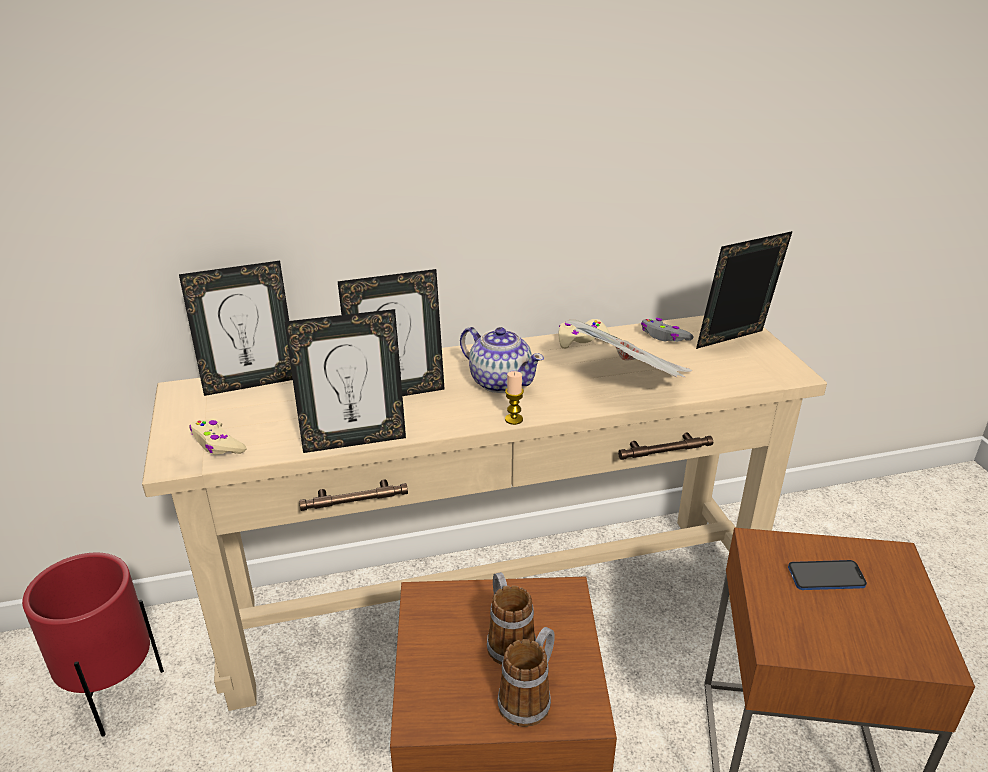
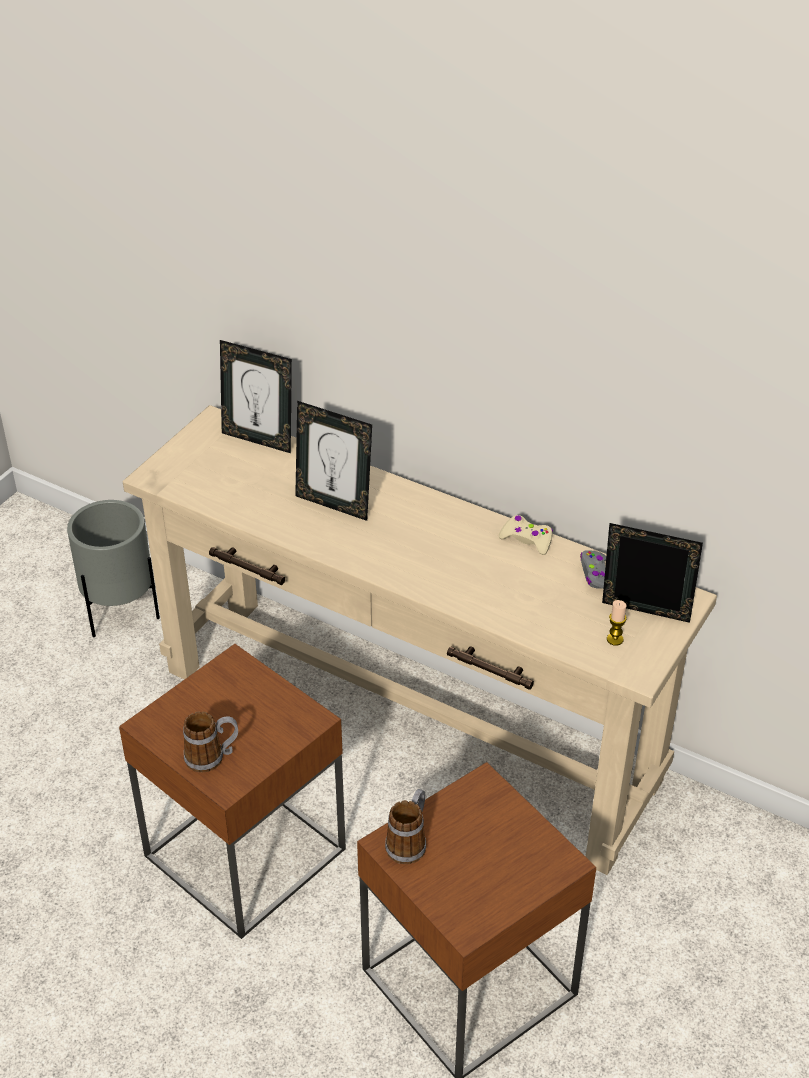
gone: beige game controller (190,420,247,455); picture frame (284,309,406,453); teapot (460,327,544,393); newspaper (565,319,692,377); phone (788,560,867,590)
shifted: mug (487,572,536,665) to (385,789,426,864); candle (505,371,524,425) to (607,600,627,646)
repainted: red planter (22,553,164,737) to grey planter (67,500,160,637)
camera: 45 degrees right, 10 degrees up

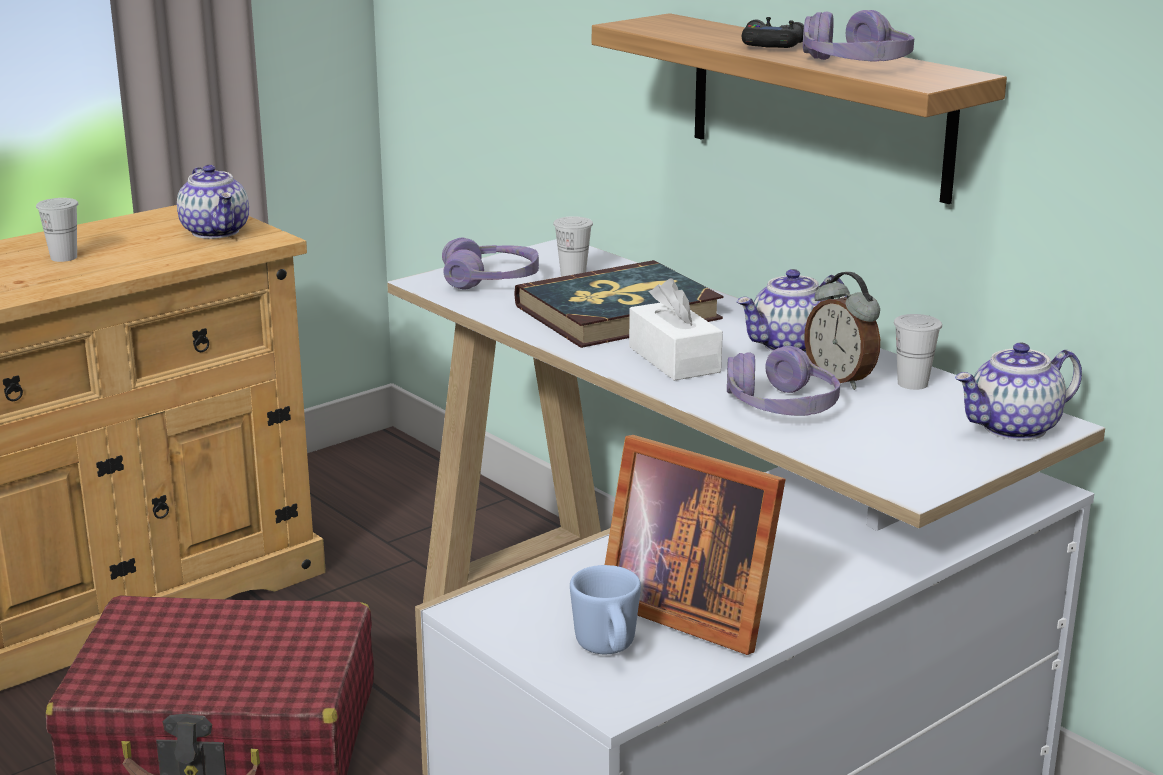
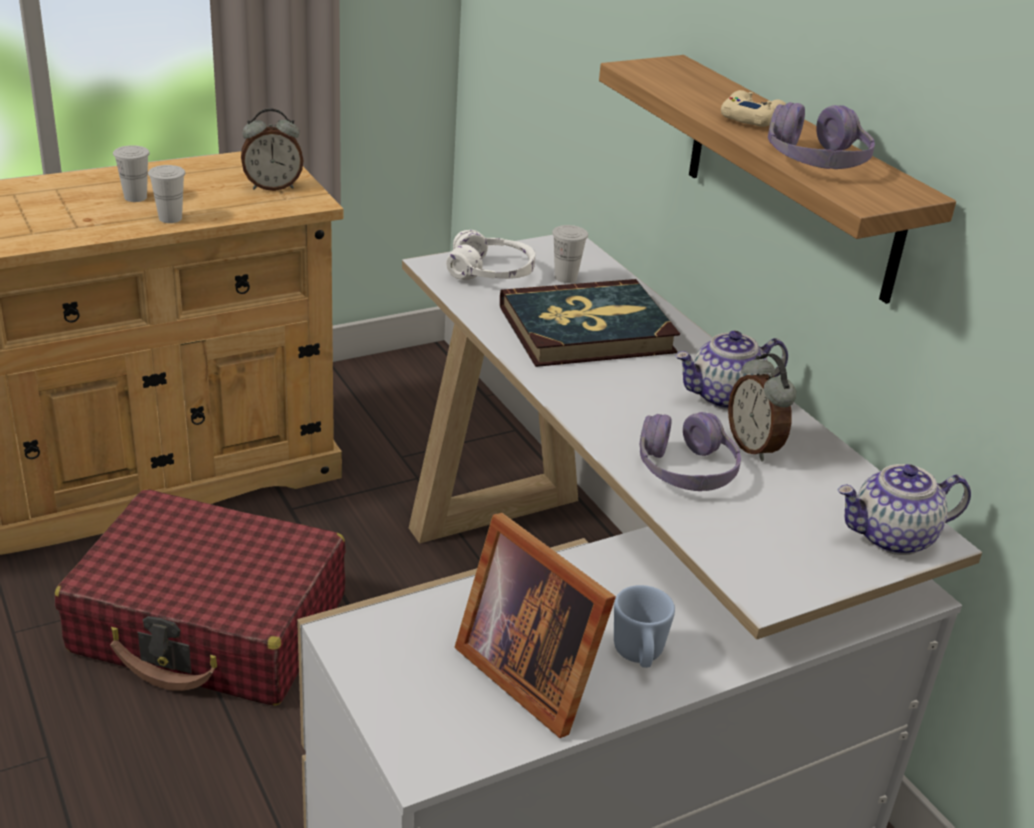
gone: white tissue box (629,279,723,381)
shifted: white cup (894,314,942,390) to (148,165,185,223); blue mug (570,565,641,654) to (614,585,675,668)
swapped: teapot (177,165,249,239) to alarm clock (241,108,304,191)
repainted: purple headphones (442,238,539,289) to white headphones (446,230,535,280); black game controller (742,17,804,48) to beige game controller (721,90,786,127)
camera: 10 degrees right, 10 degrees up

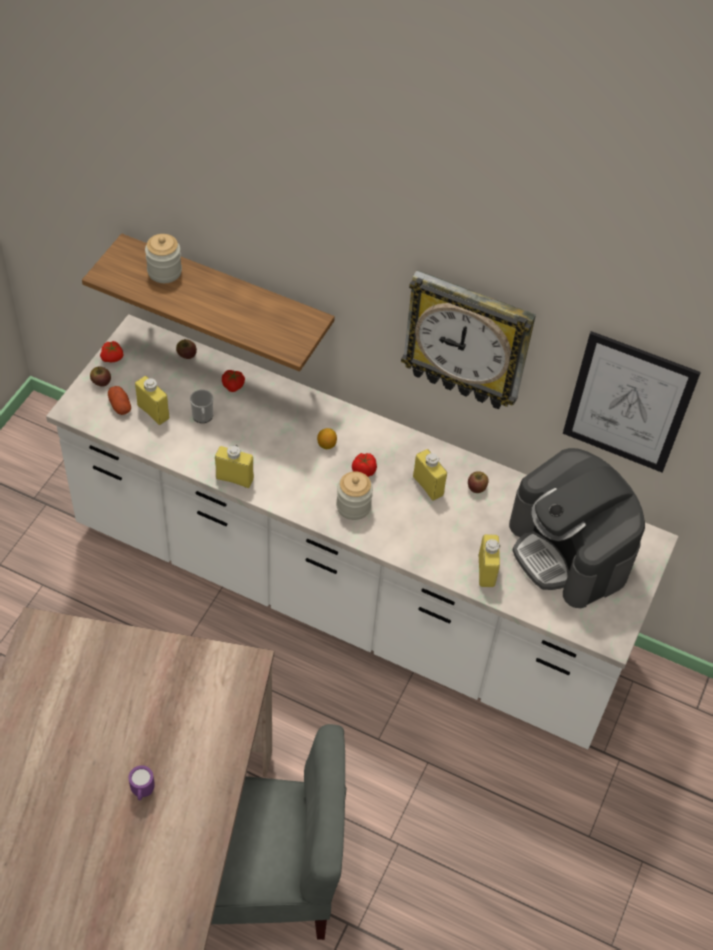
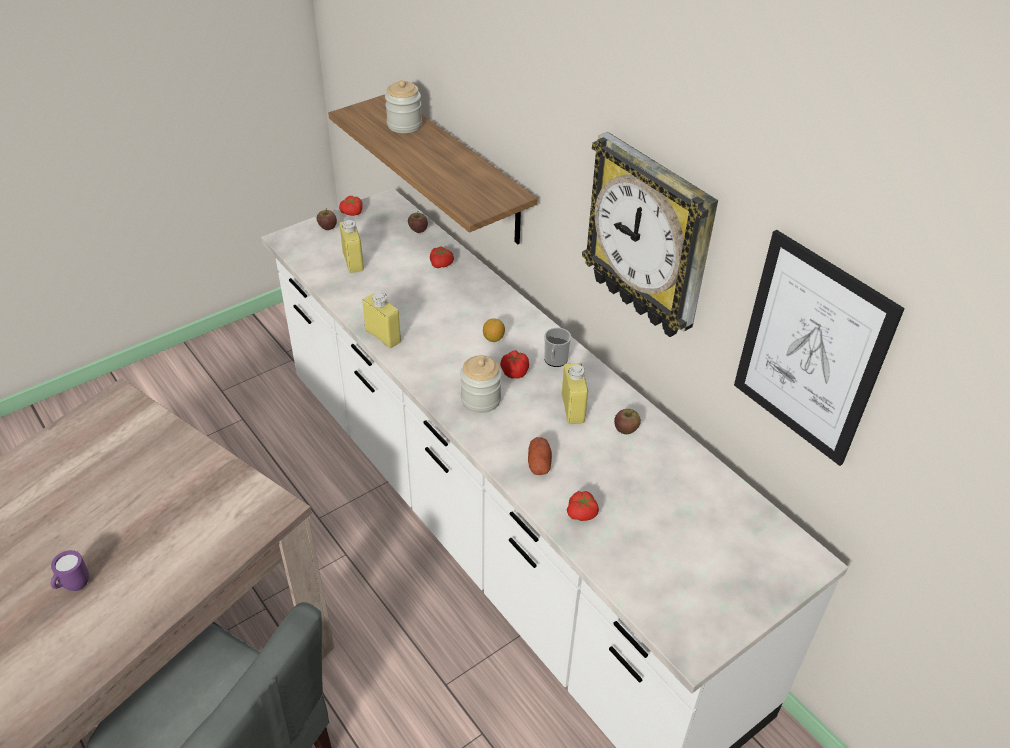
gone: coffee machine (509,448,645,608)
shifted: potato (108,386,131,415) to (528,437,552,475); mug (190,390,213,423) to (544,328,571,367)
swapped: yellow bottle (479,534,500,587) to tomato (567,491,599,521)
camera: 30 degrees right, 10 degrees down

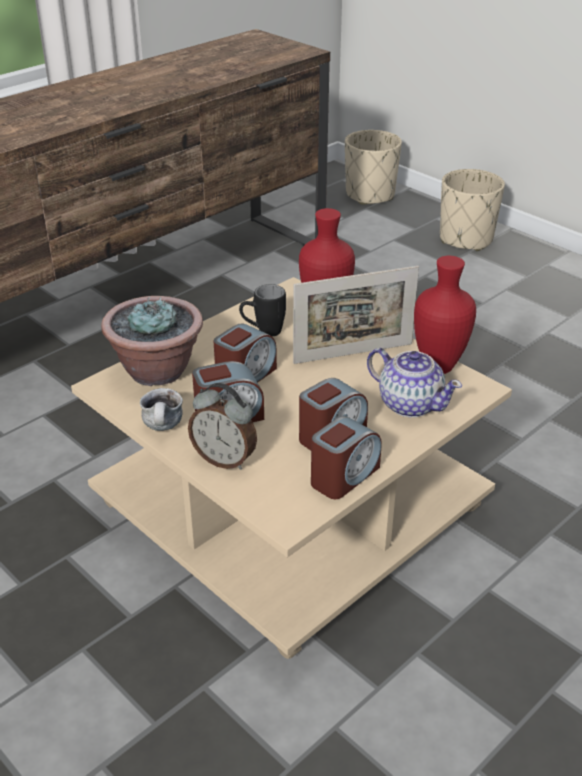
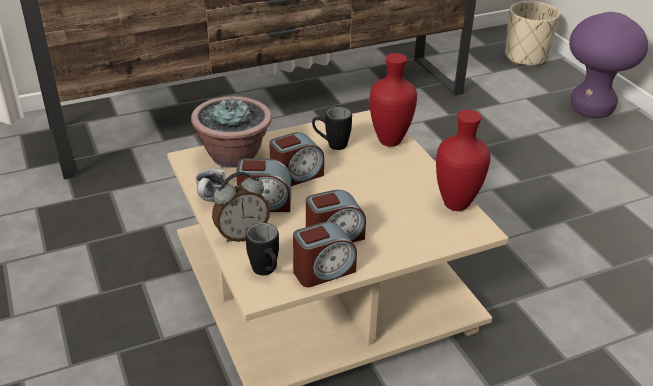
gone: picture frame (293,266,419,364); teapot (367,348,462,417)
new: black mug (246,223,279,275)
swapped: beige planter (440,169,505,251) to purple stool (569,12,648,118)
rotated: alarm clock (188,383,257,470) = (212,172,270,242) 75 degrees counterclockwise
camera: 20 degrees right, 0 degrees up

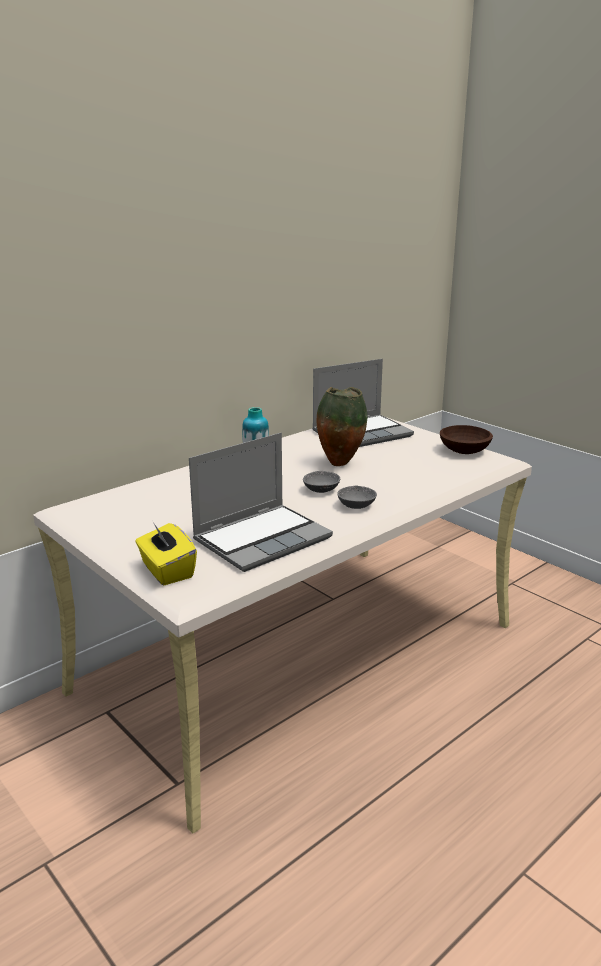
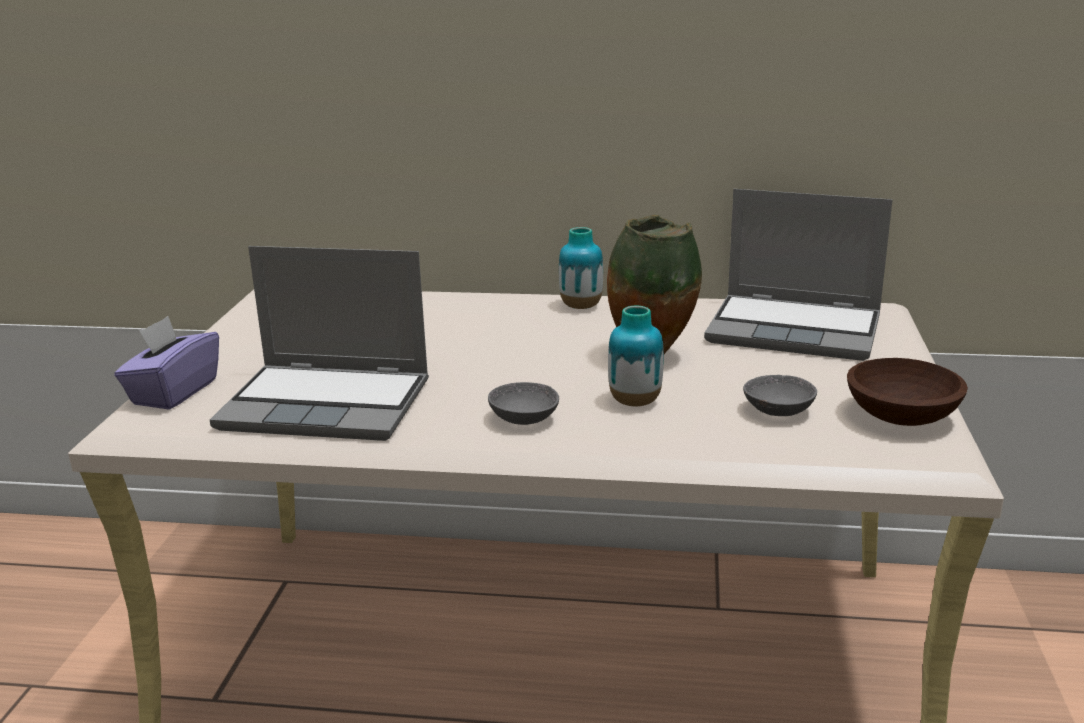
new: vase (608,306,664,406)
shifted: grey bowl (303,471,340,493) to (743,375,817,416)
repainted: yellow tissue box (135,522,197,585) to purple tissue box (114,316,219,410)
camera: 50 degrees right, 0 degrees up

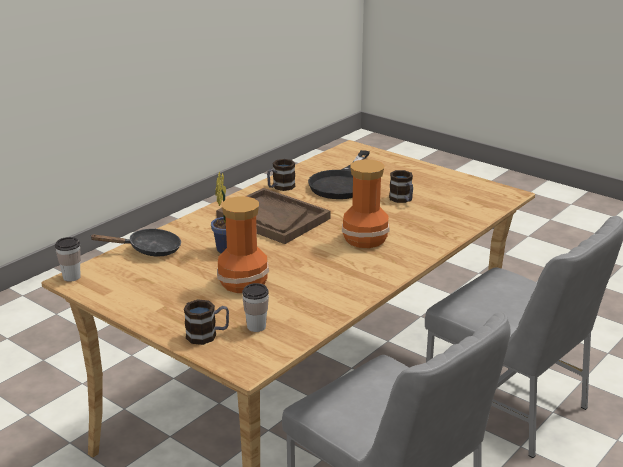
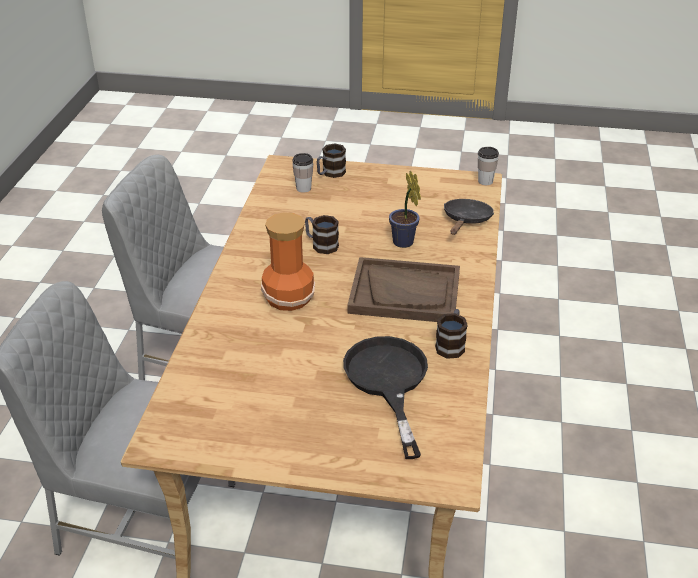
gone: vase (217,196,269,293)
shifted: mug (389,170,413,203) to (305,215,339,254)
rotated: black frying pan (89,228,181,256) = (444,199,494,235) 150 degrees clockwise
camera: 150 degrees right, 10 degrees up

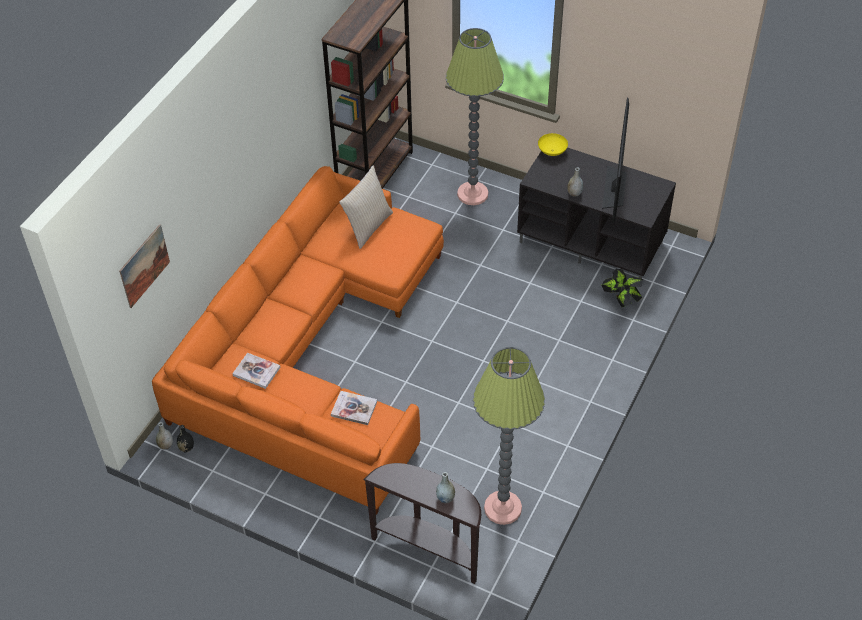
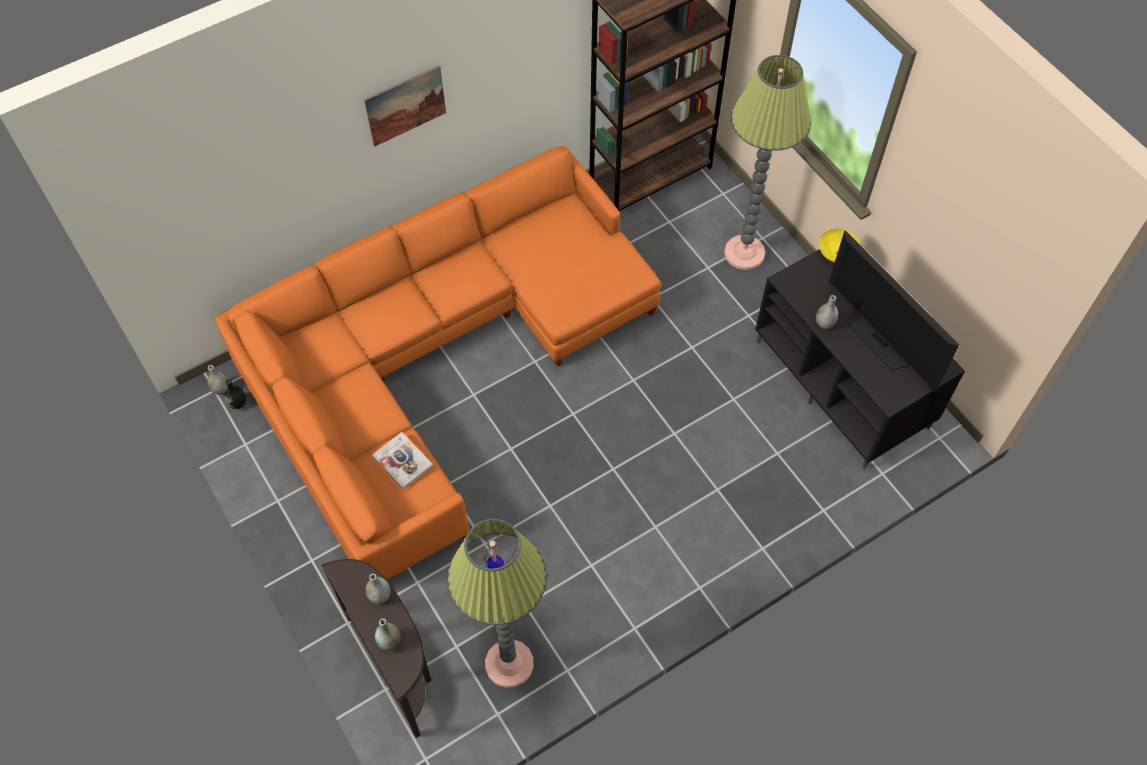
gone: book (232,353,280,389); beige pillow (339,166,393,249); potted plant (602,269,643,307)
new: grey vase (365,574,391,604)
shifted: picture (119,224,170,308) to (364,65,446,147)
rotated: television (602,98,629,223) = (829,230,959,393) 105 degrees clockwise
camera: 30 degrees right, 10 degrees up

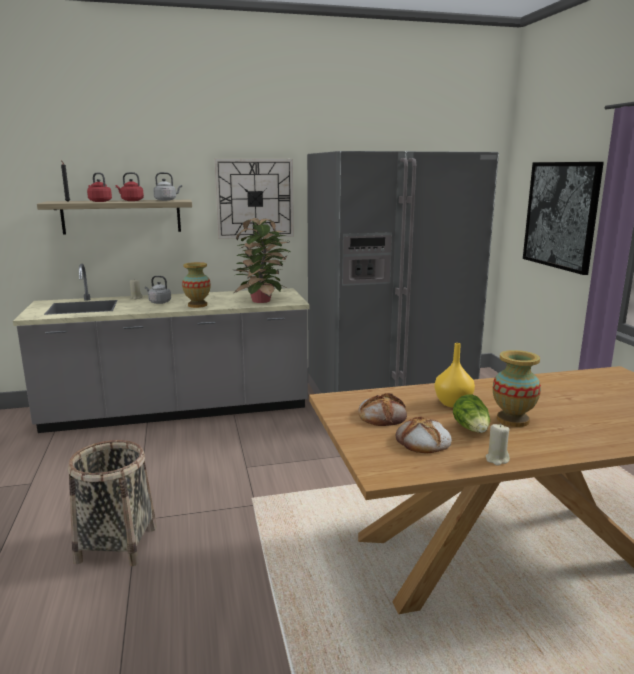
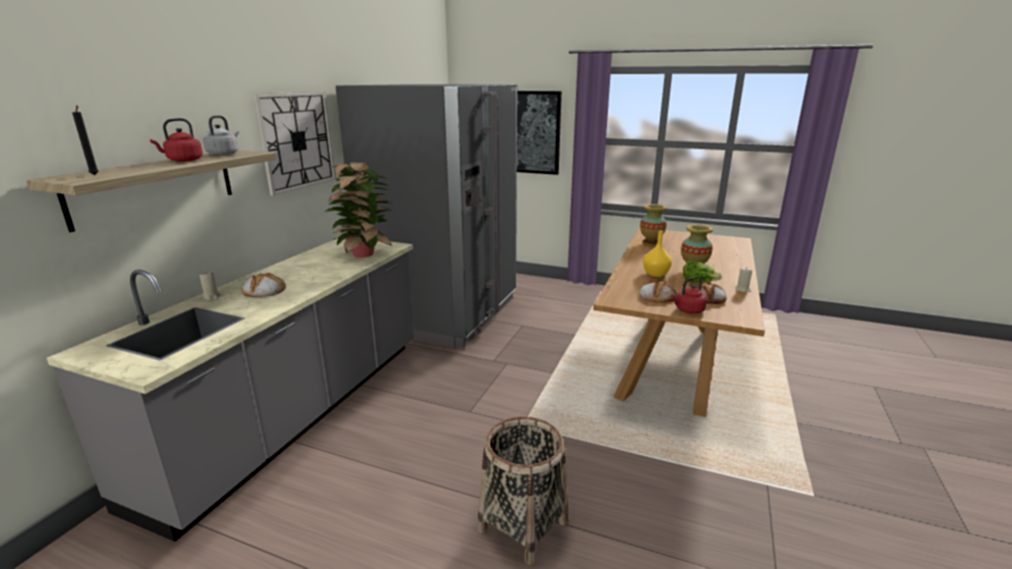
shifted: vase (182,262,211,308) to (640,204,667,246); red kettle (87,172,112,202) to (671,277,707,314)
swapped: grey kettle (145,276,171,304) to bread (242,273,286,297)
camera: 55 degrees left, 5 degrees up

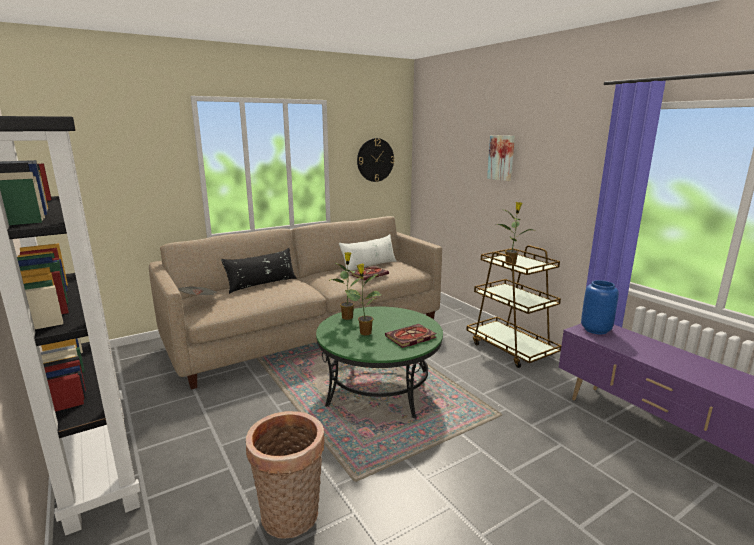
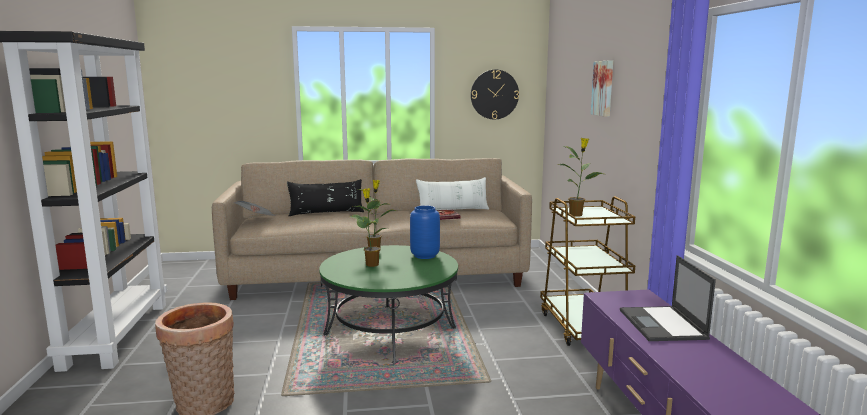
gone: book (385,324,436,348)
new: laptop (620,255,716,341)
shifted: blue vase (581,280,619,334) to (410,205,440,259)
camera: 25 degrees right, 5 degrees down

